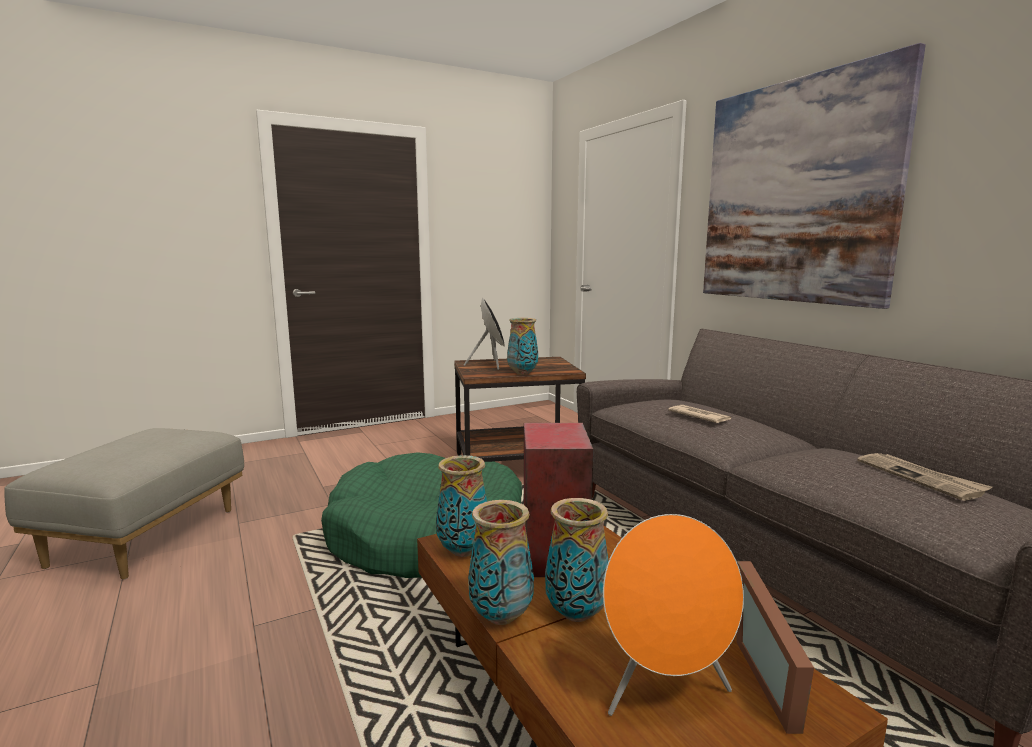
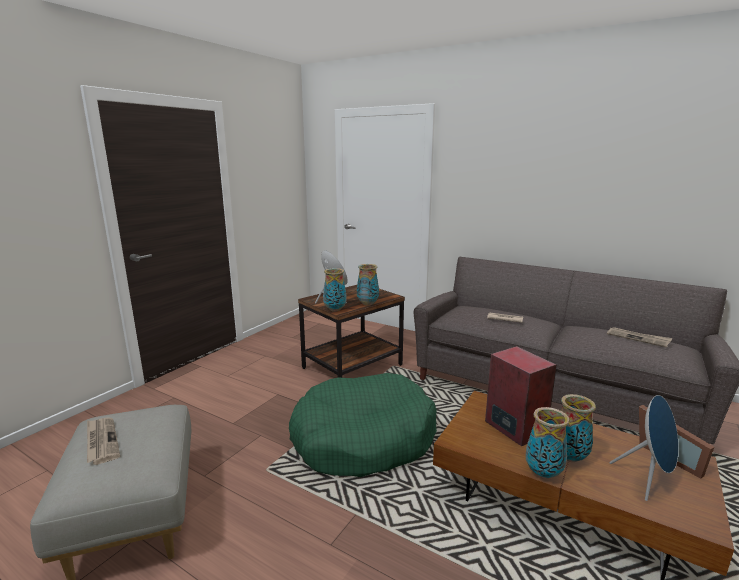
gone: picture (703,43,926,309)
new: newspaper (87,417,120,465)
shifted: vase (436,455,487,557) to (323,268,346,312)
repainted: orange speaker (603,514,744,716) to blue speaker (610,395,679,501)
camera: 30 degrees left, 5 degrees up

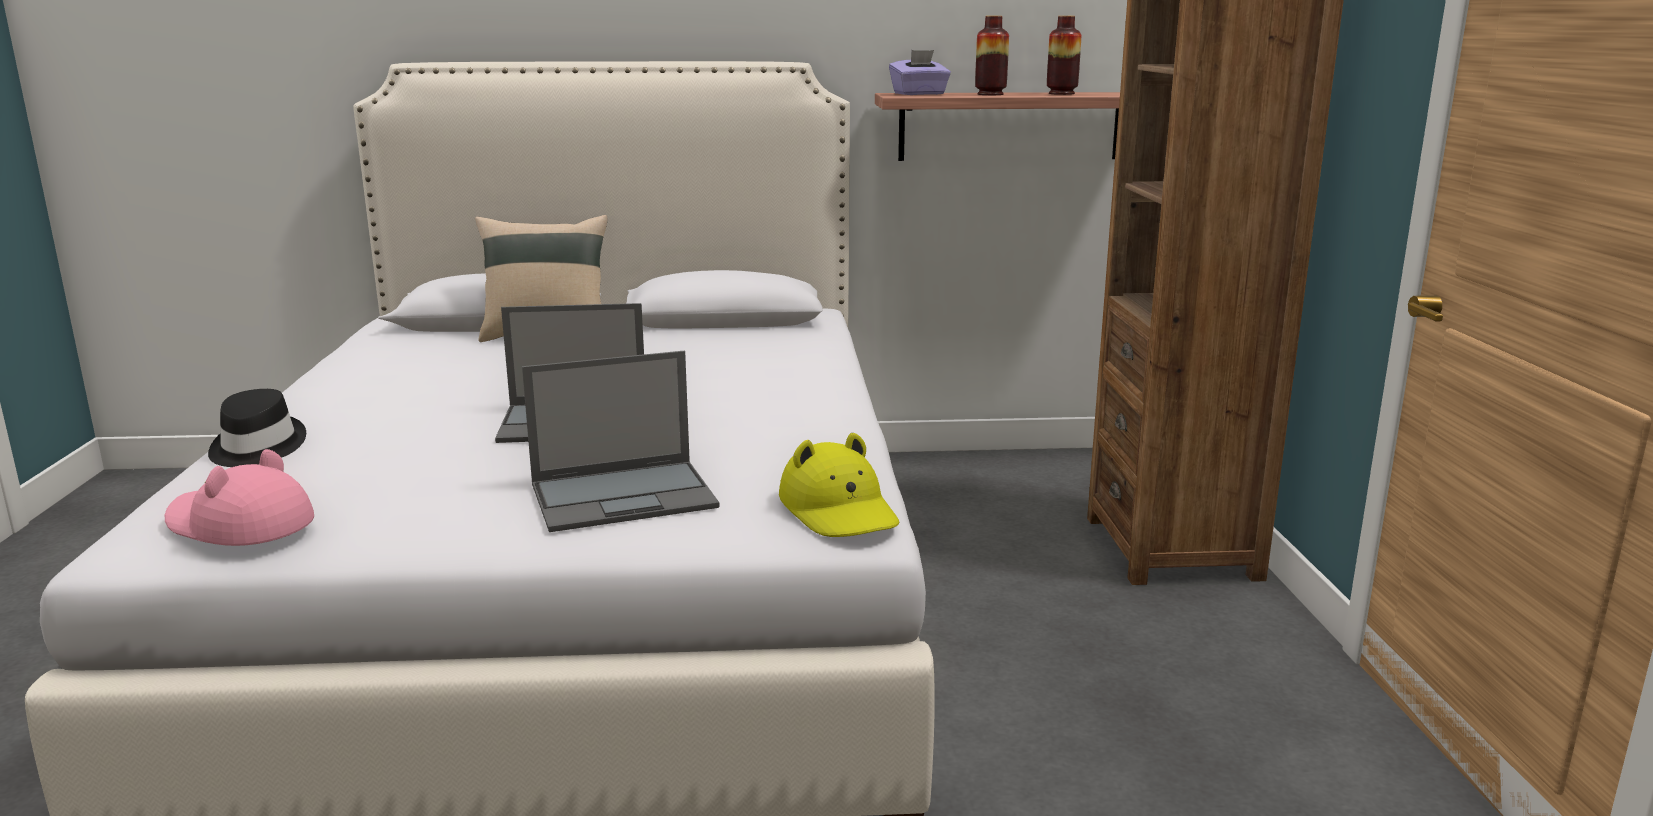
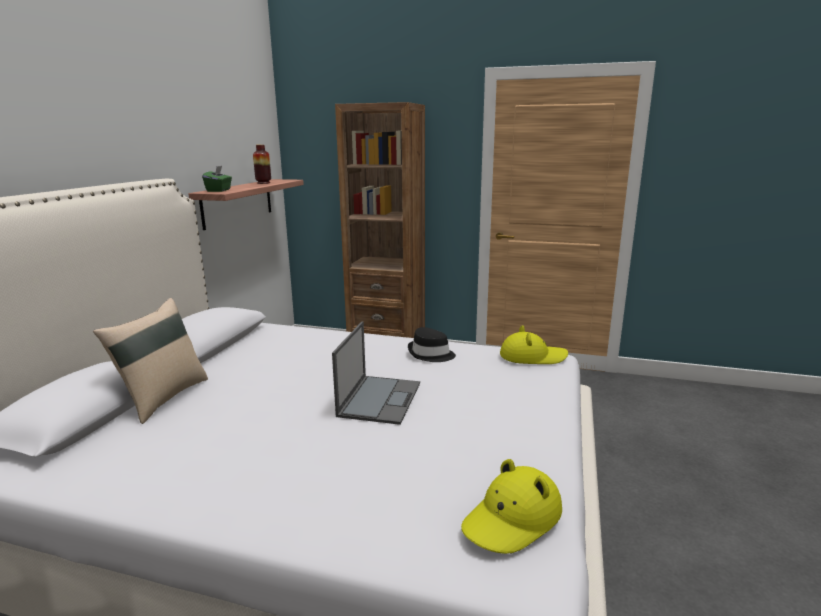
gone: laptop (522,351,720,532); vase (975,16,1009,95)
shifted: black hat (208,389,306,467) to (408,327,456,362)
repainted: purple tissue box (889,50,951,95) to green tissue box (202,166,232,192); pink hat (164,449,314,546) to yellow hat (461,459,562,554)
camera: 70 degrees left, 0 degrees up

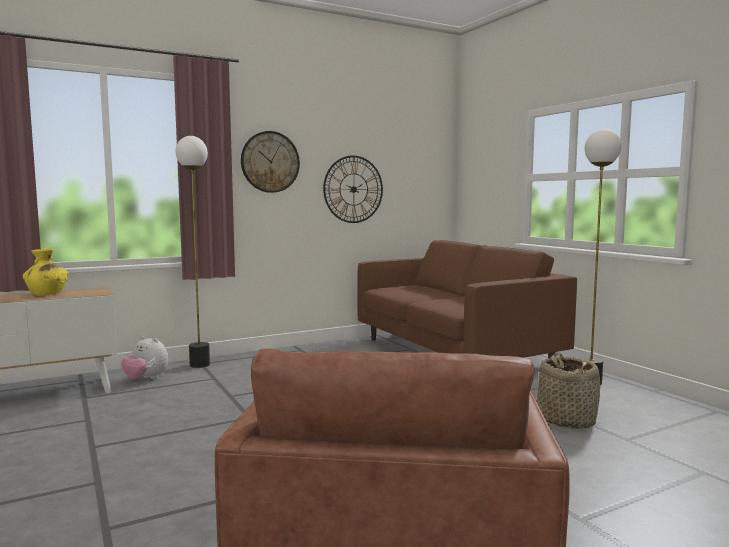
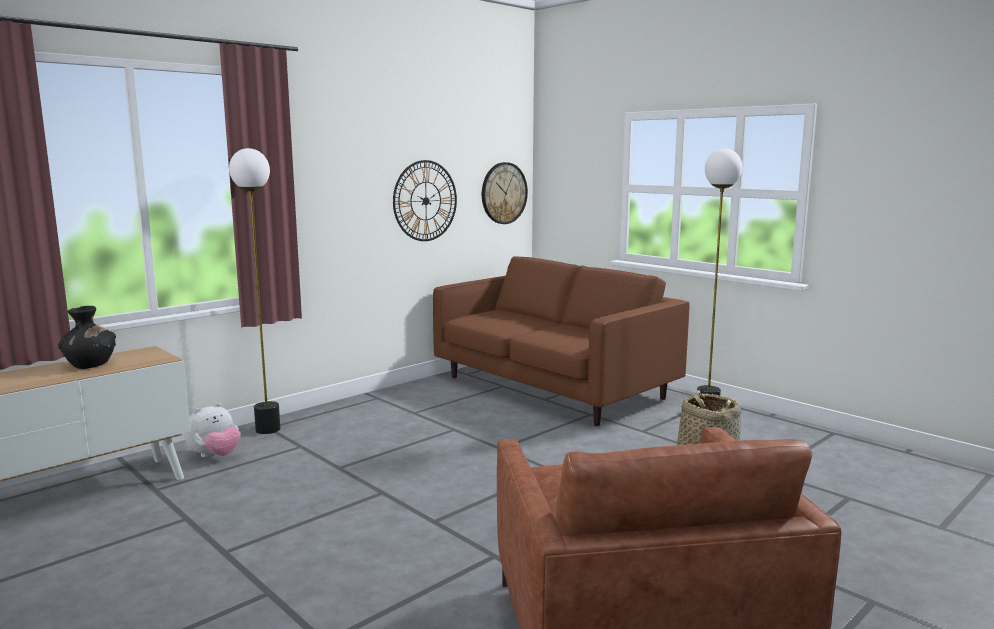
shifted: wall clock (241,131,300,193) to (482,162,528,224)
repainted: yellow vase (23,248,69,296) to black vase (58,306,116,369)
rotated: plush toy (121,336,168,379) = (184,403,241,457) 60 degrees counterclockwise
camera: 15 degrees left, 5 degrees up

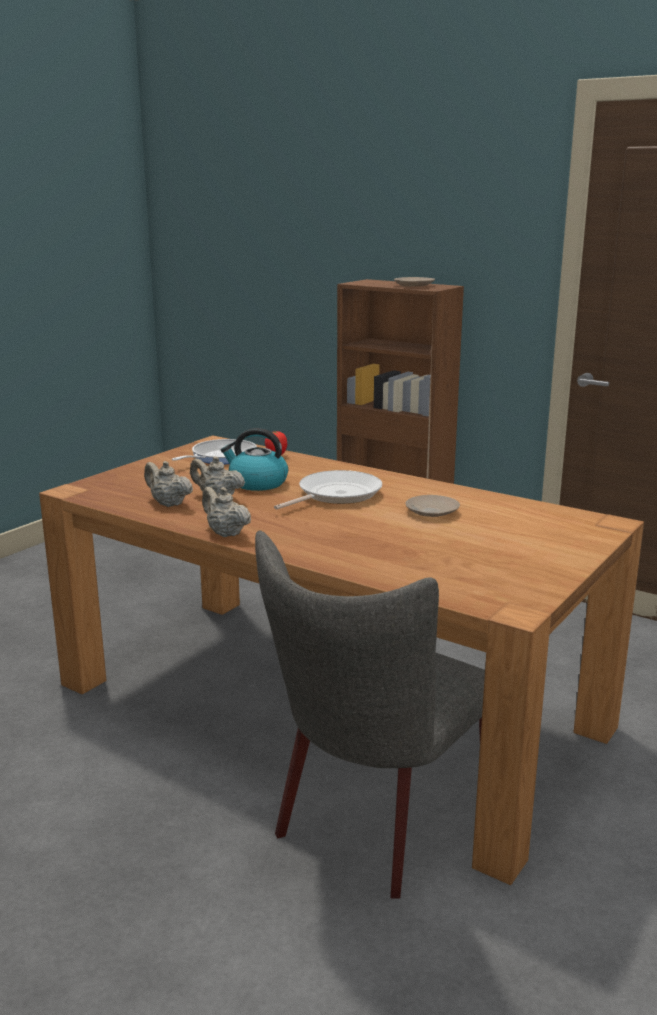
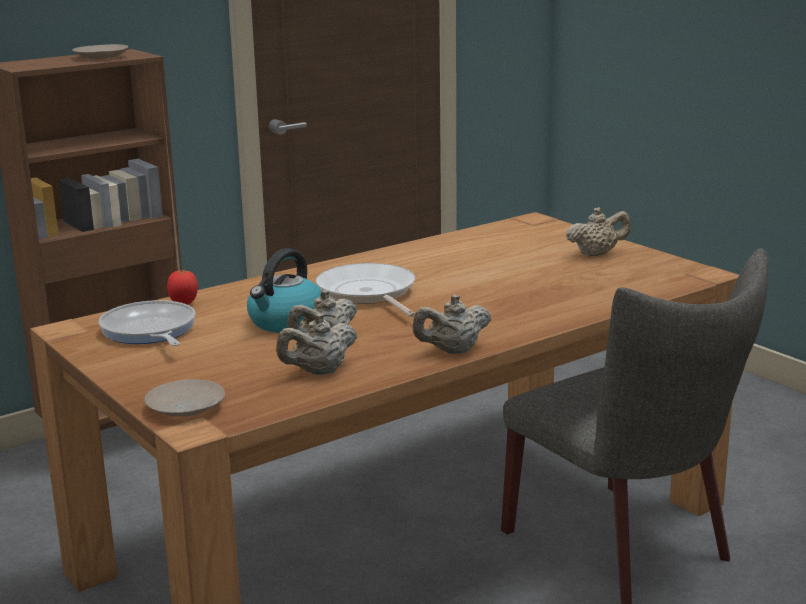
new: beige teapot (566,207,631,256)
shifted: beige plate (405,495,460,517) to (144,379,225,417)
camera: 70 degrees left, 0 degrees up

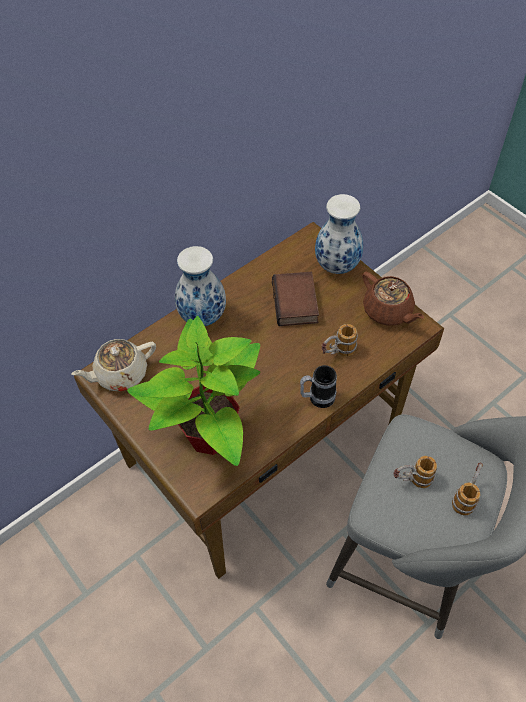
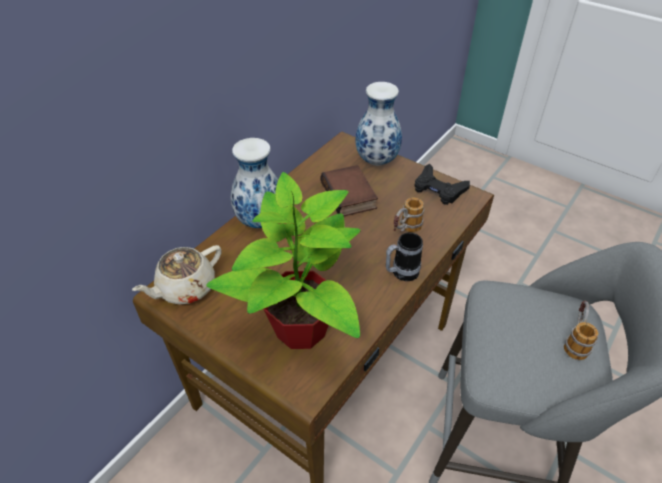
gone: mug (394,456,437,488)
swapped: brown teapot (362,271,424,326) to black game controller (414,164,470,205)
camera: 15 degrees left, 10 degrees down

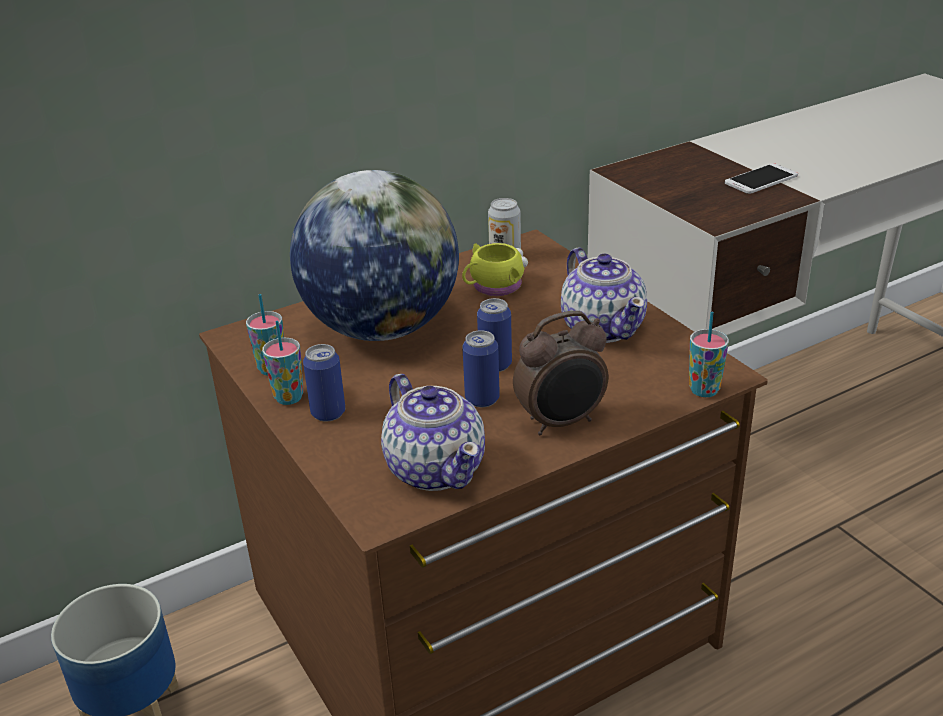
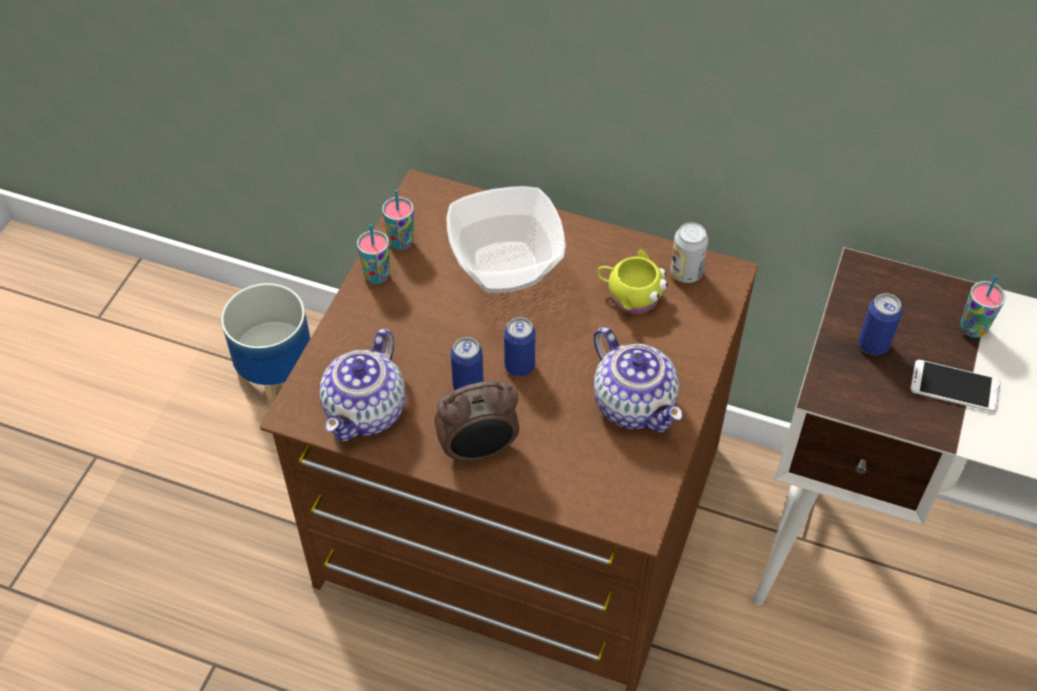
shifted: can (303,344,345,422) to (858,293,903,355); cup (689,312,729,397) to (960,275,1006,338)
swapped: globe (290,170,459,341) to bowl (446,186,566,293)
rotated: alarm clock (513,311,608,435) = (434,381,519,465) 45 degrees counterclockwise; teapot (561,248,647,343) = (594,327,683,432) 60 degrees counterclockwise
camera: 50 degrees right, 20 degrees up

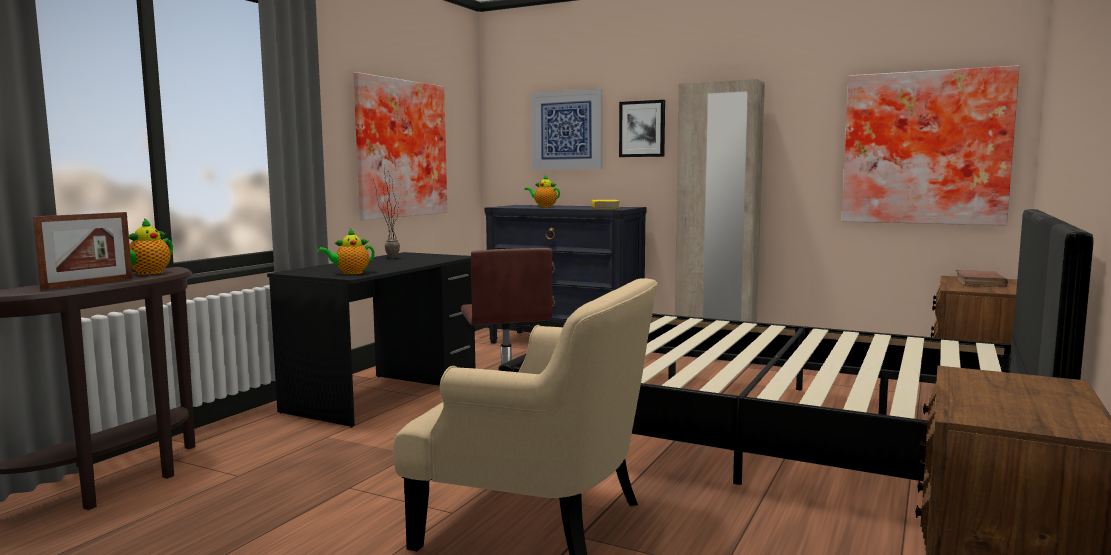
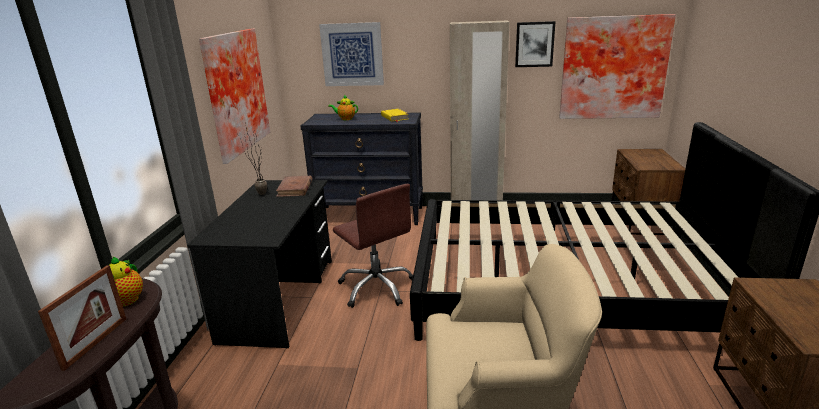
gone: teapot (318,228,375,274)
shifted: brown book (955,270,1008,287) to (276,176,312,197); picture (619,100,665,157) to (515,21,556,67)
camera: 20 degrees left, 15 degrees up

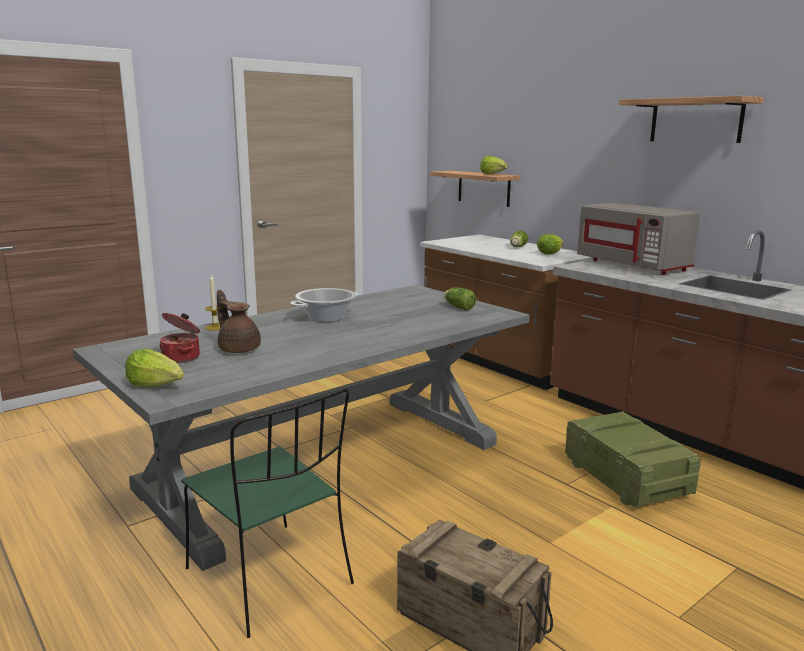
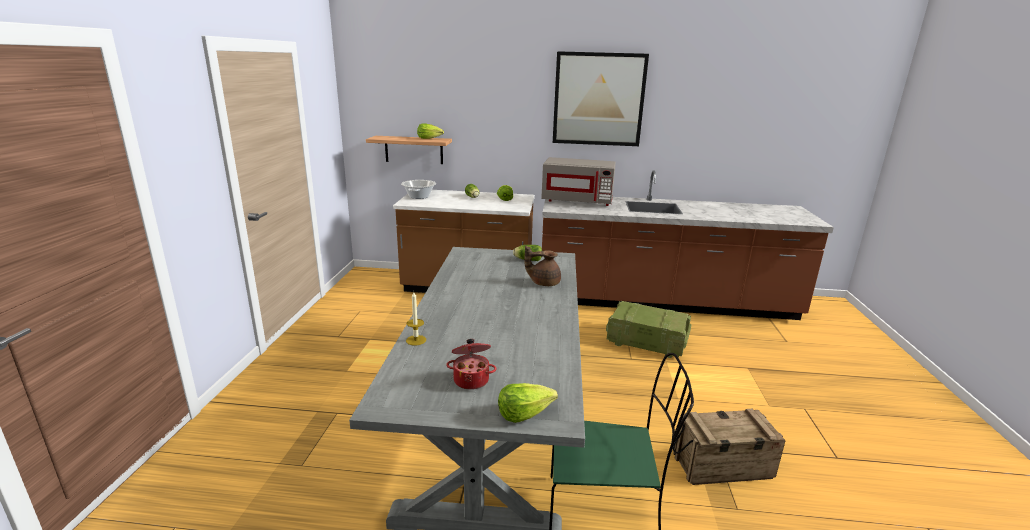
shifted: cooking pot (290,288,360,322) to (401,180,436,199); brown teapot (217,290,261,353) to (525,246,561,286)
swapped: shelf (619,96,764,143) to picture (553,51,649,146)
camera: 45 degrees left, 5 degrees up

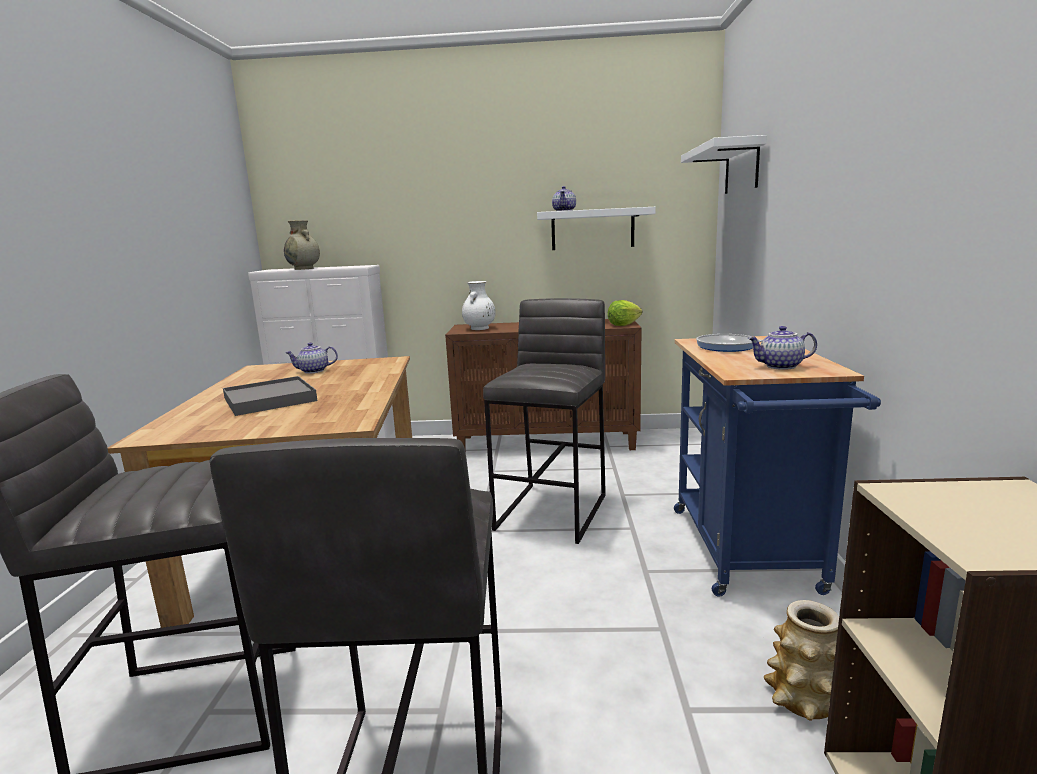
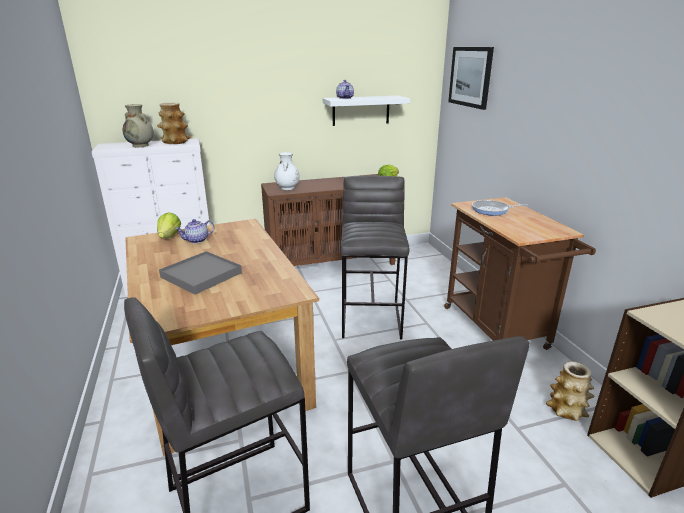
gone: teapot (747,326,817,370)
new: vase (157,102,190,144); lettuce (157,212,181,239)
swapped: white shelf (681,135,767,194) to picture (448,47,494,110)
repainted: blue cart (674,336,881,597) to brown cart (444,197,596,350)
camera: 20 degrees left, 10 degrees up

